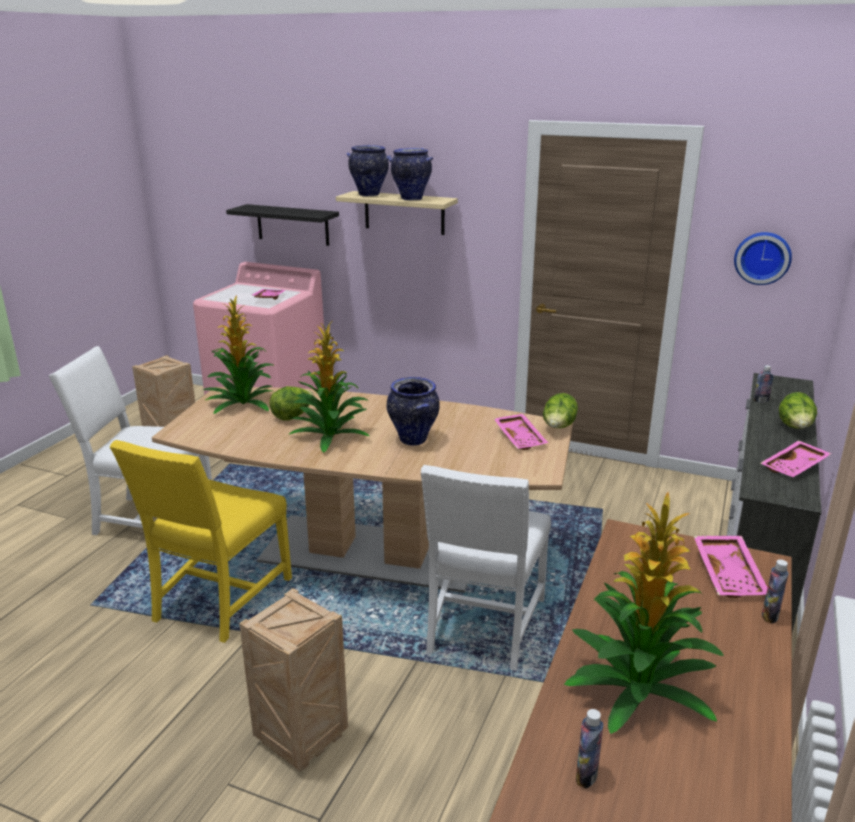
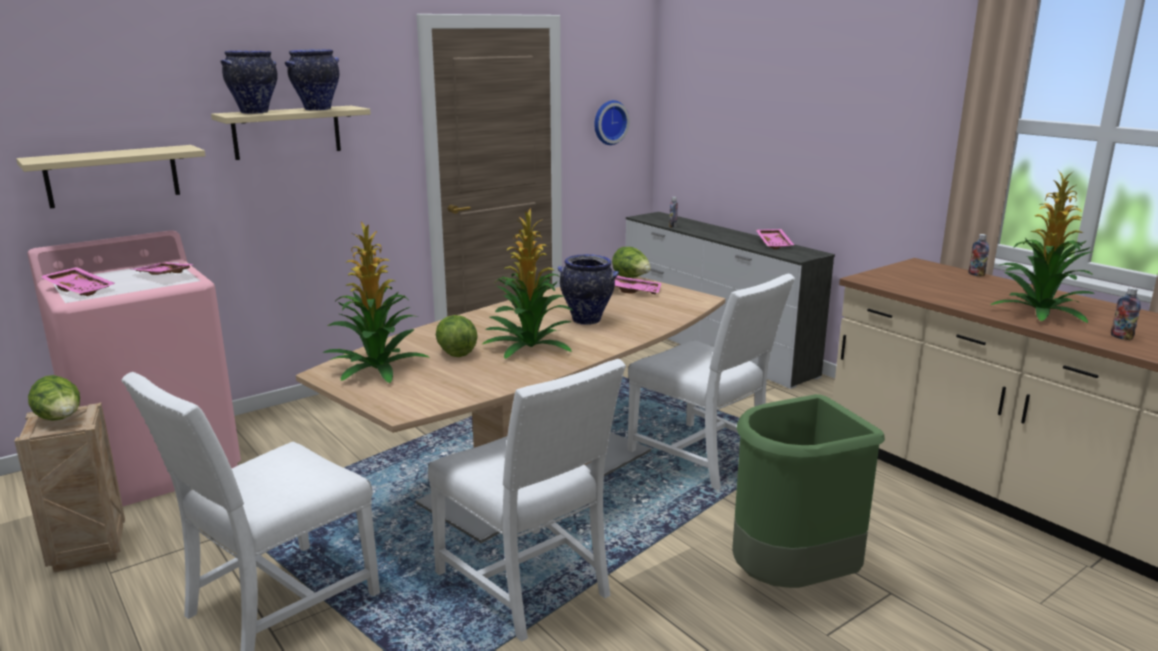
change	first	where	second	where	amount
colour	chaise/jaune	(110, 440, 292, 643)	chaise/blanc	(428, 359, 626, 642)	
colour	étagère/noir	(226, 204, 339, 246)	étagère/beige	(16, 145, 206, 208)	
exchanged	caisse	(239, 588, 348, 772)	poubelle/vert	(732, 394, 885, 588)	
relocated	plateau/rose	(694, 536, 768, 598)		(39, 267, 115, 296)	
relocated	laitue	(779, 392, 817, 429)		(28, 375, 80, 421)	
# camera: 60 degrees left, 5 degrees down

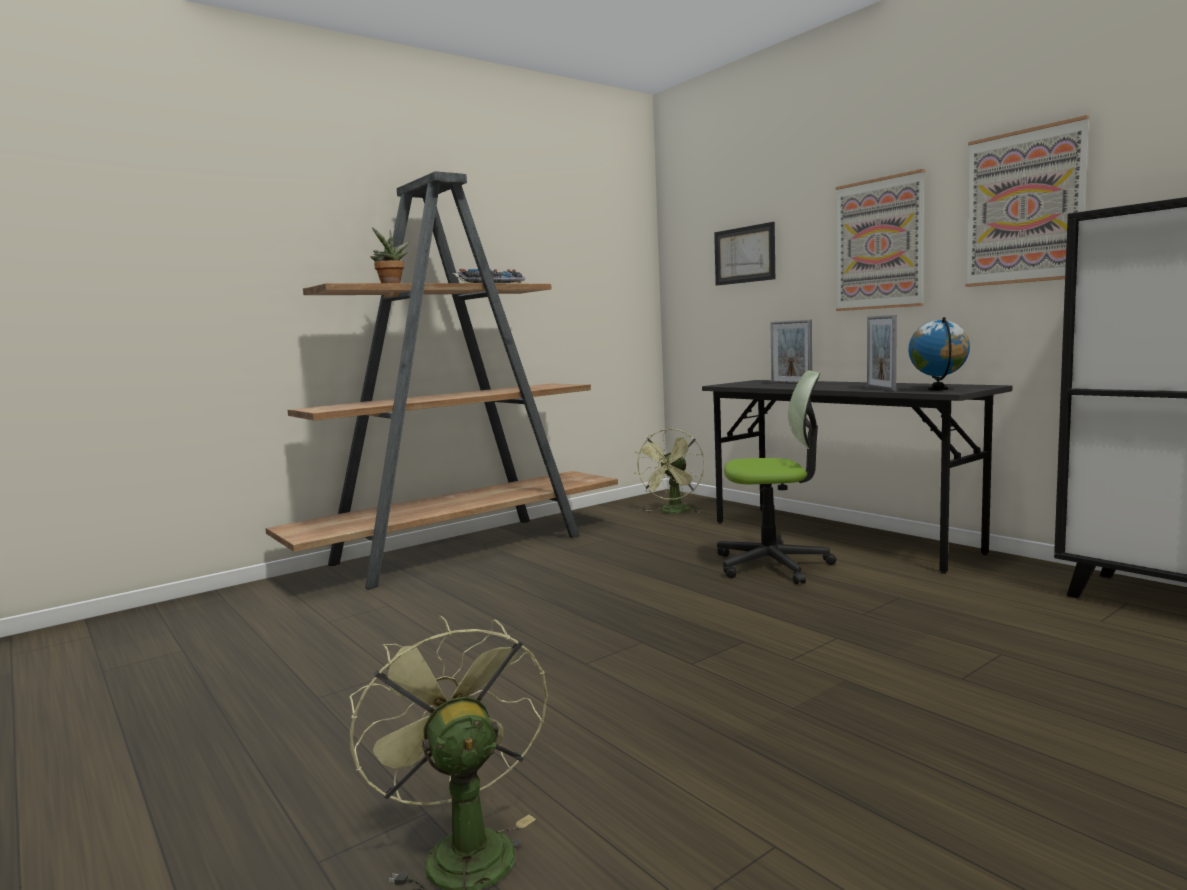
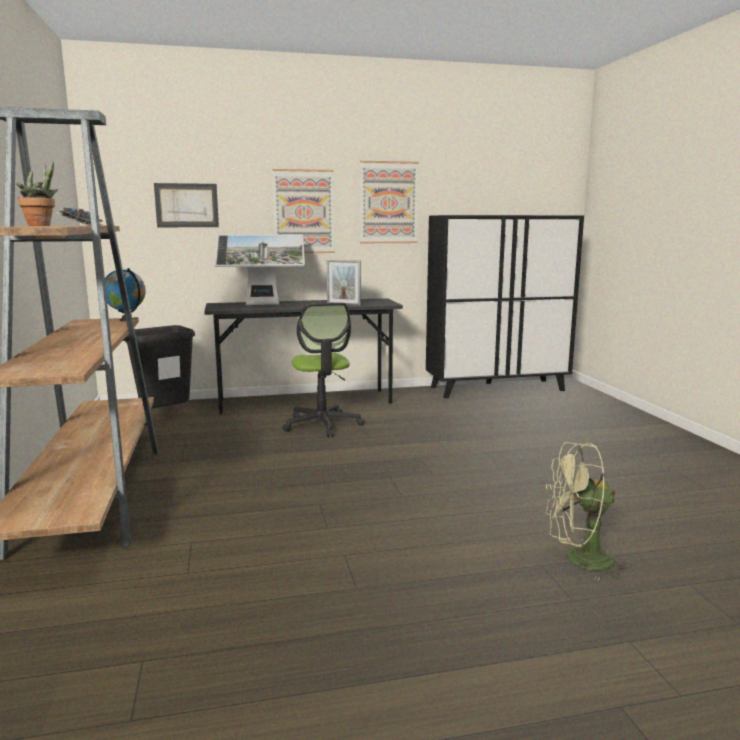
change	first	where	second	where	amount
exchanged	ventilateur/vert	(634, 428, 704, 513)	poubelle/noir	(125, 325, 195, 408)	
spun	chaise de bureau	(717, 370, 836, 584)		(283, 303, 364, 437)	135 degrees clockwise
exchanged	cadre photo	(770, 320, 812, 384)	écran d'ordinateur	(215, 234, 305, 305)	
relocated	globe	(908, 317, 970, 390)		(105, 268, 146, 321)	
# camera: 65 degrees left, 5 degrees up

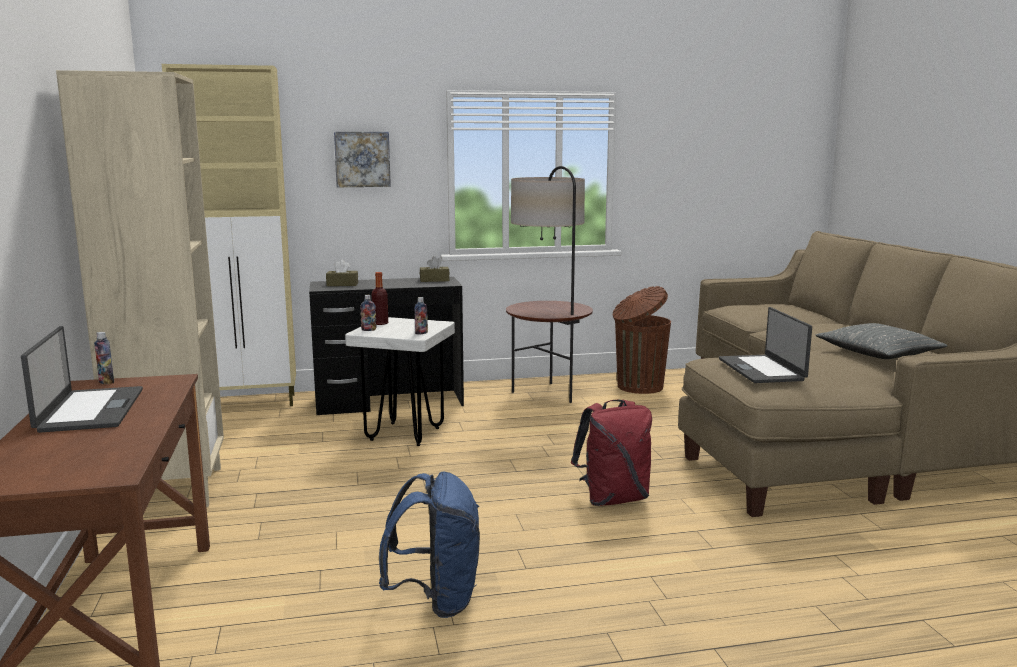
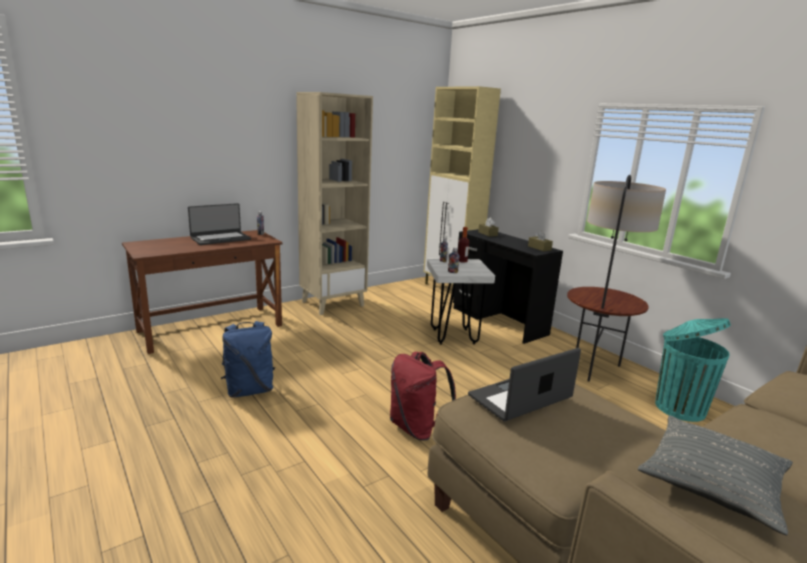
change	first	where	second	where	amount
missing	tableau	(334, 132, 391, 187)			
colour	poubelle/marron	(612, 286, 671, 394)	poubelle/turquoise	(655, 318, 731, 422)	
# camera: 65 degrees right, 5 degrees up

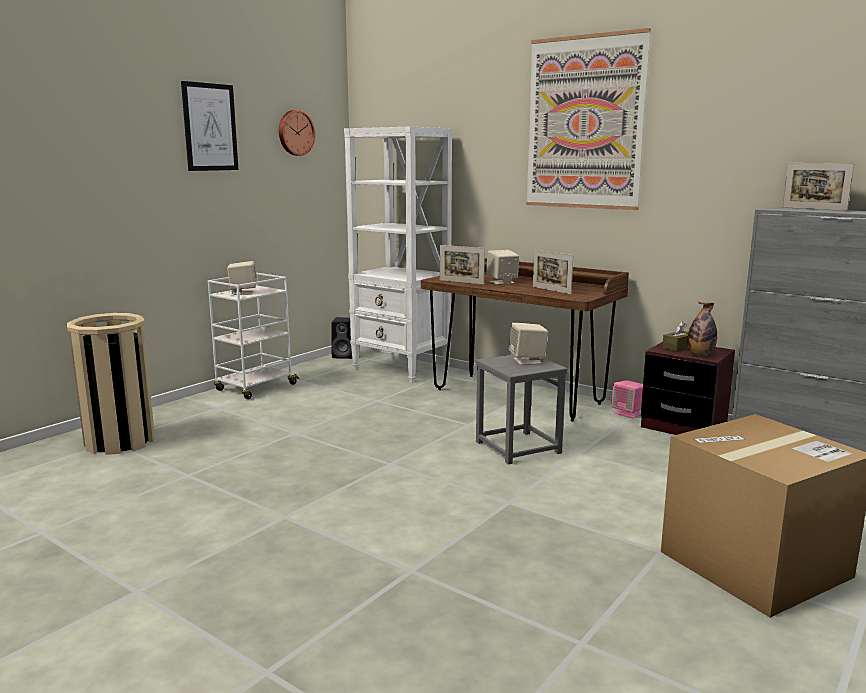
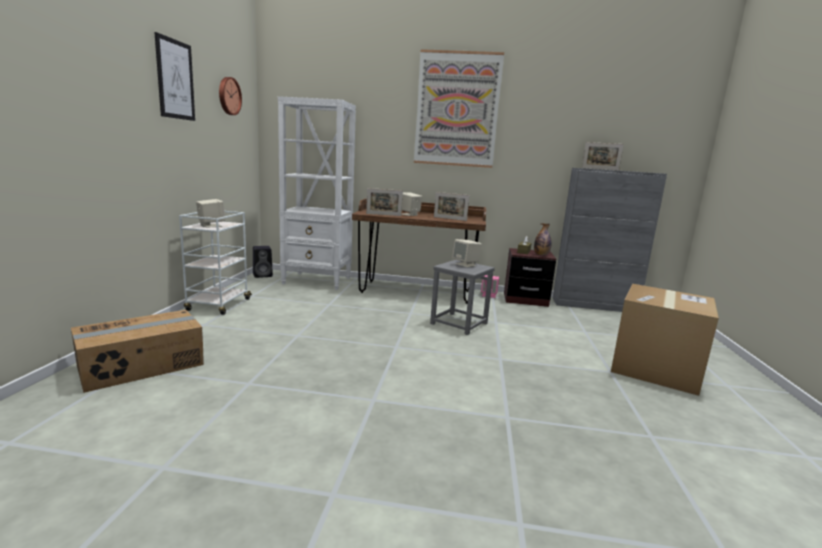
change	first	where	second	where	amount
exchanged	poubelle/beige	(67, 313, 155, 455)	carton	(71, 310, 204, 393)	
# camera: 30 degrees left, 0 degrees up

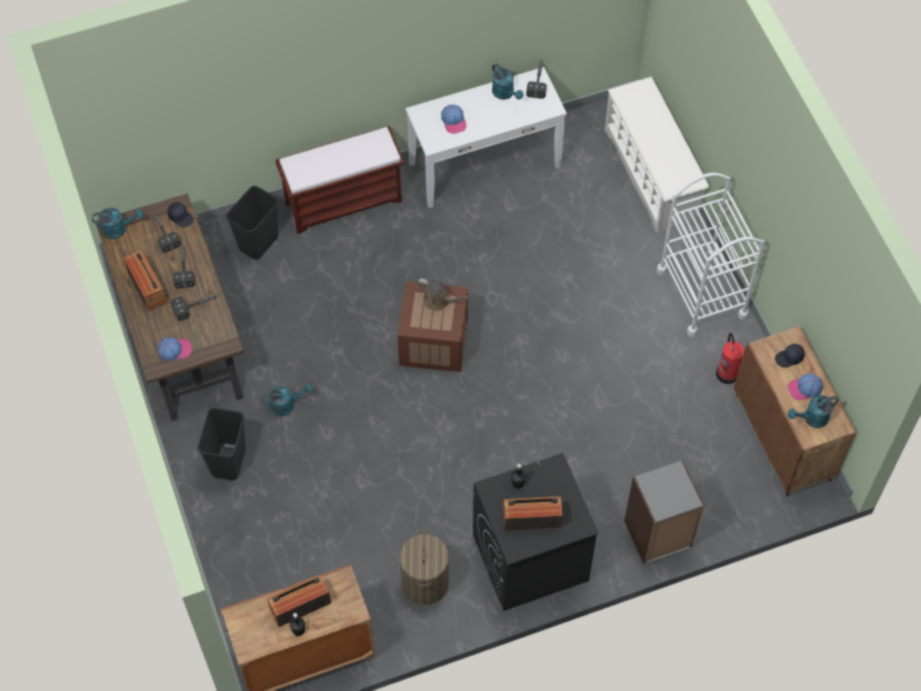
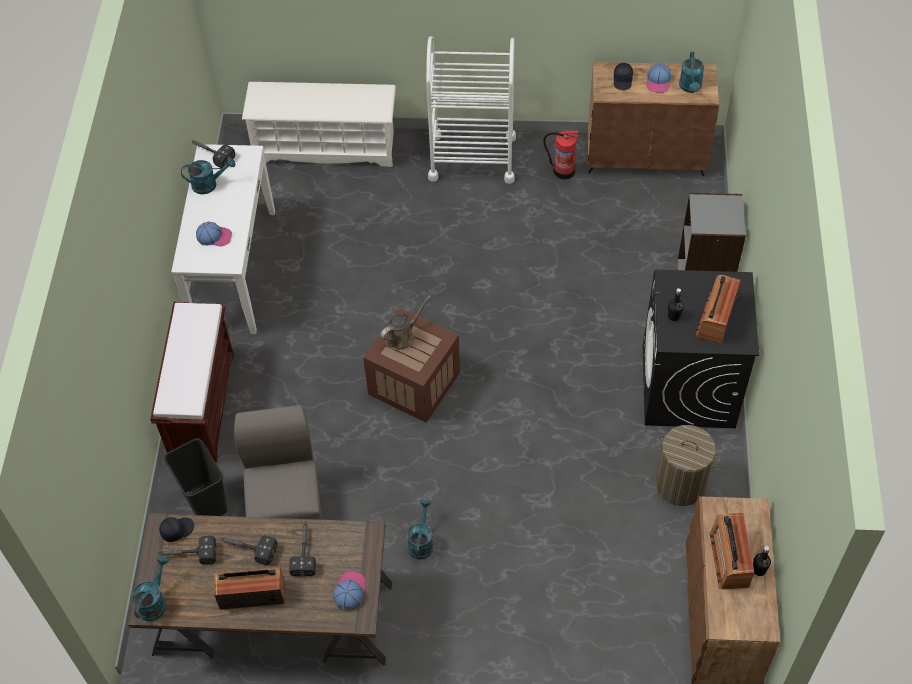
change	first	where	second	where	amount
missing	poubelle/noir	(197, 407, 246, 480)			
appeared			chaise/gris	(234, 405, 321, 520)	
# camera: 65 degrees left, 5 degrees down

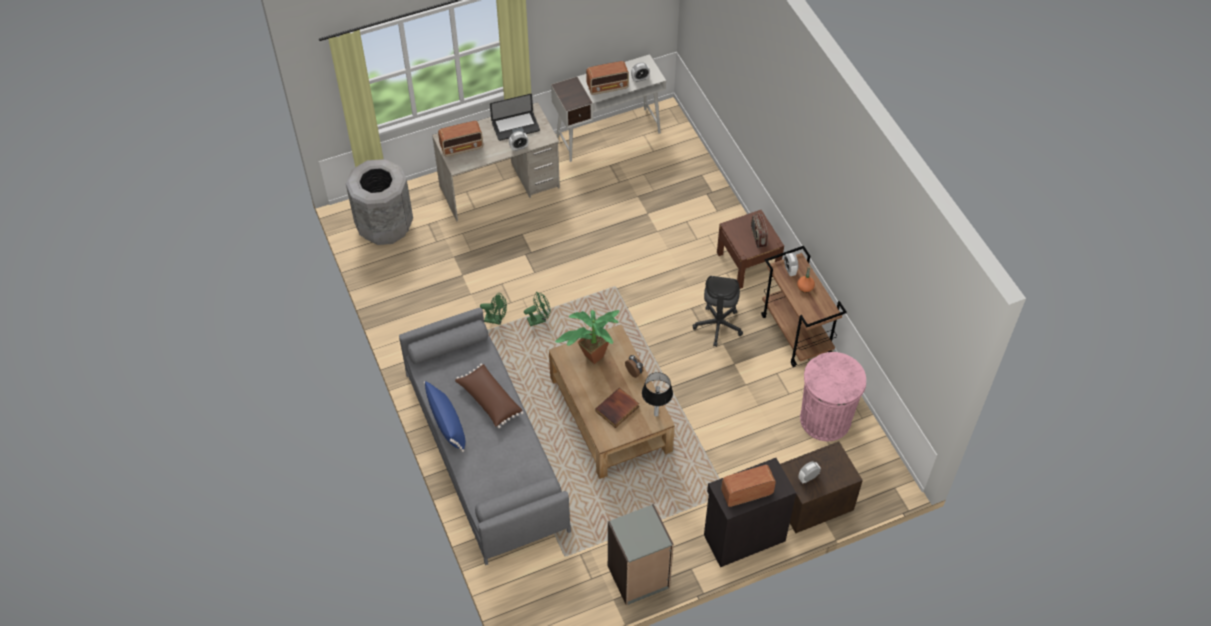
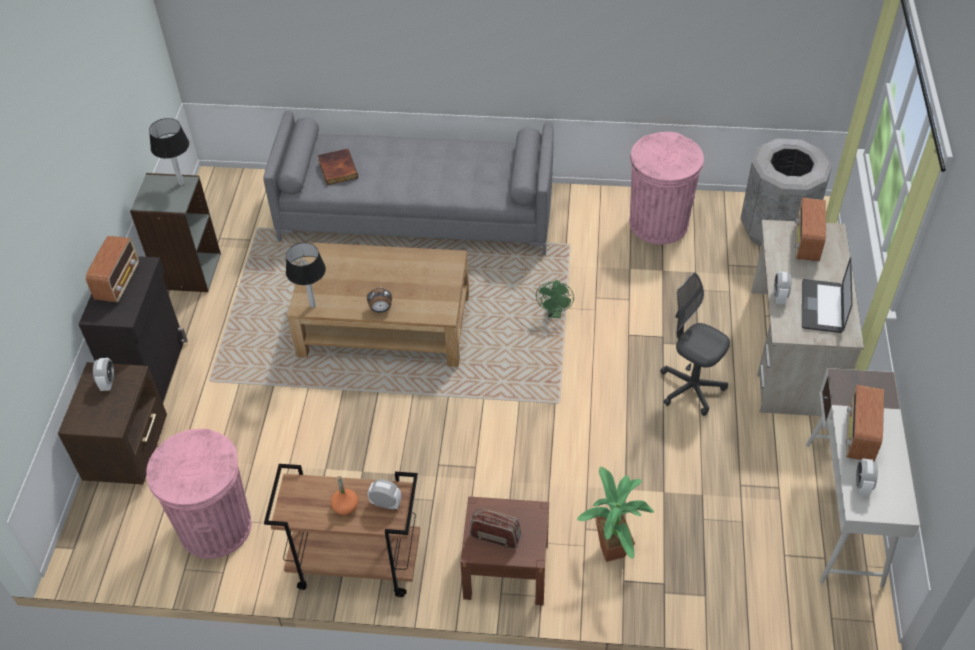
change	first	where	second	where	amount
missing	coussin/bleu	(424, 381, 465, 452)			
missing	coussin/marron	(455, 364, 523, 428)			
missing	ventilateur/vert	(480, 293, 507, 325)			
relocated	plante en pot	(555, 310, 619, 364)		(577, 467, 654, 562)	
relocated	livre	(596, 388, 639, 428)		(318, 149, 358, 185)	
relocated	chaise de bureau/gris	(693, 276, 743, 347)		(660, 272, 730, 416)	
appeared			lampe de table	(149, 118, 189, 185)	
appeared			poubelle/rose	(629, 132, 704, 245)	
# camera: 120 degrees right, 5 degrees down

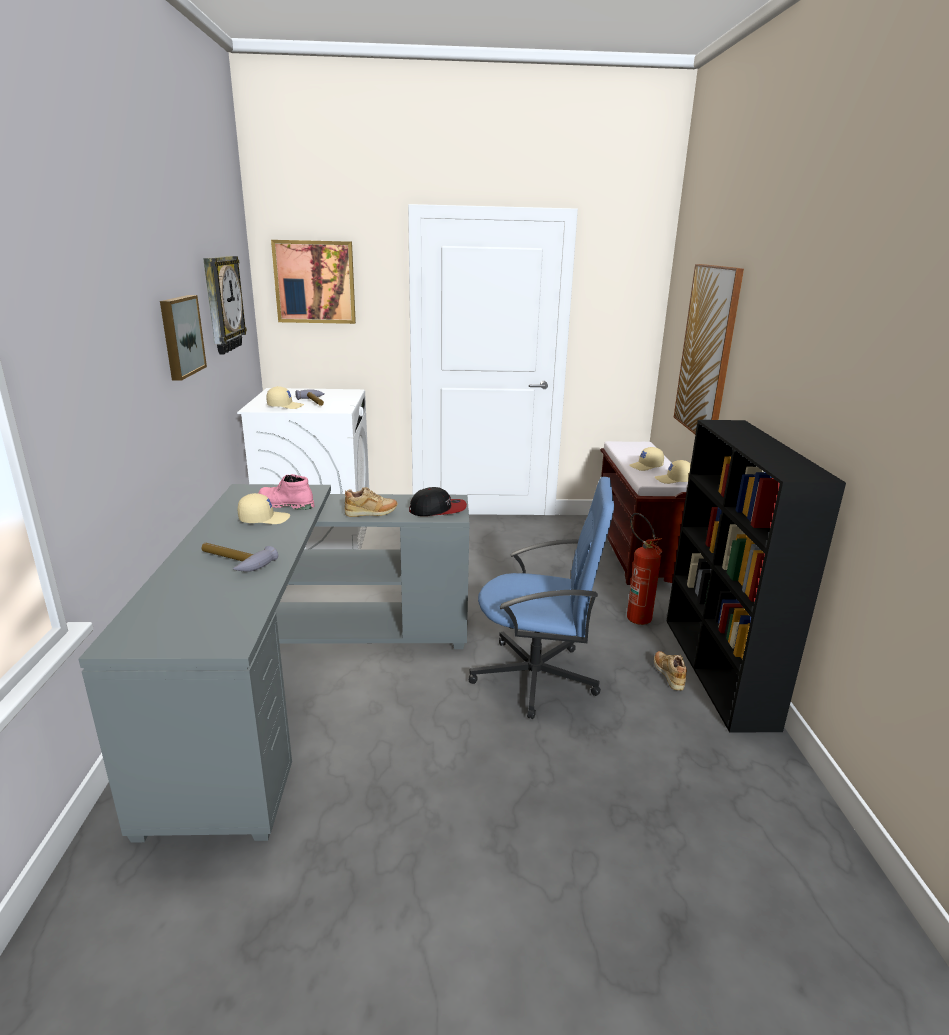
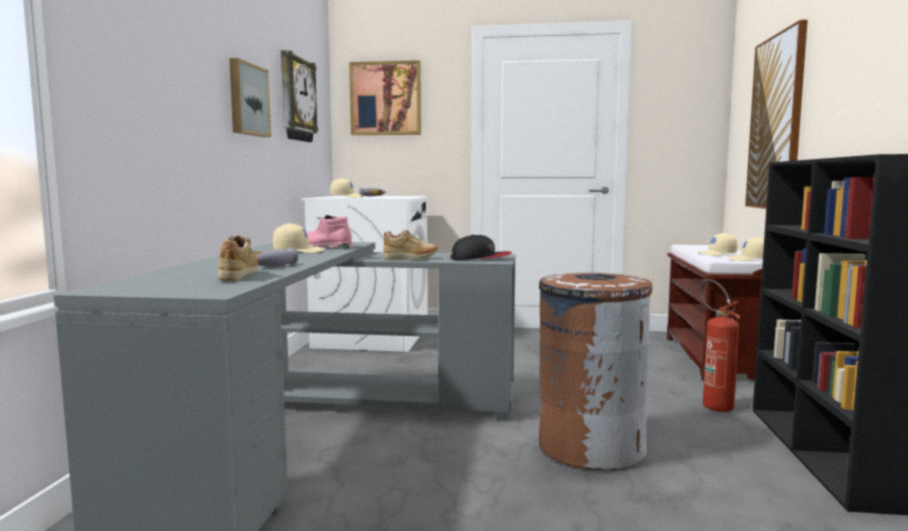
change	first	where	second	where	amount
exchanged	chaise de bureau/bleu	(469, 477, 614, 719)	poubelle/marron	(539, 273, 653, 470)	
relocated	chaussure/beige	(654, 651, 687, 690)		(218, 235, 258, 281)	
# camera: 10 degrees right, 15 degrees down

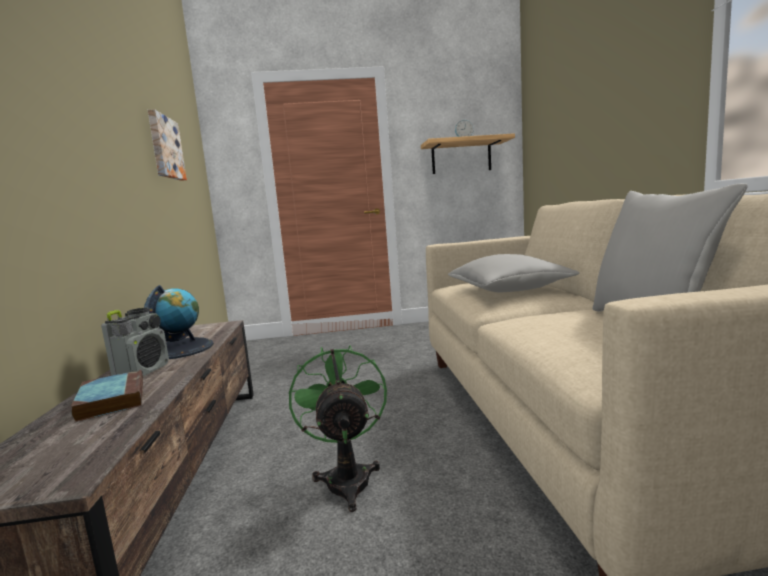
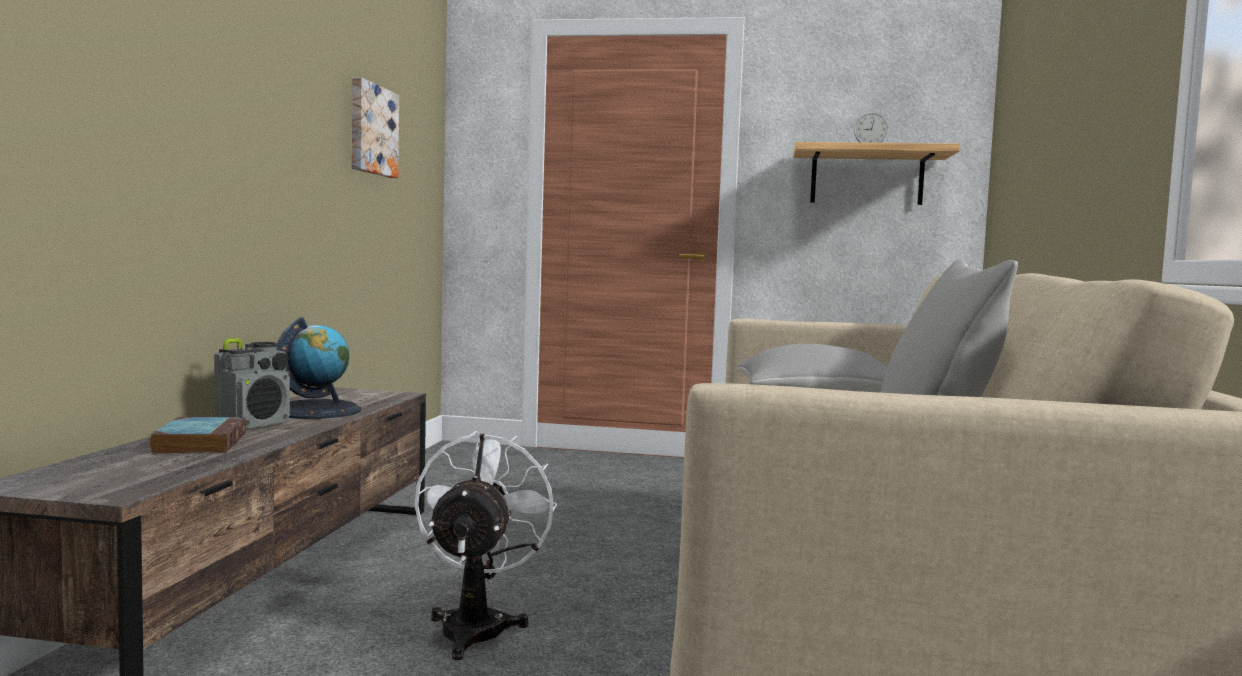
change	first	where	second	where	amount
colour	ventilateur/vert	(289, 345, 387, 512)	ventilateur/blanc	(414, 431, 557, 660)	
# camera: 15 degrees right, 5 degrees down

